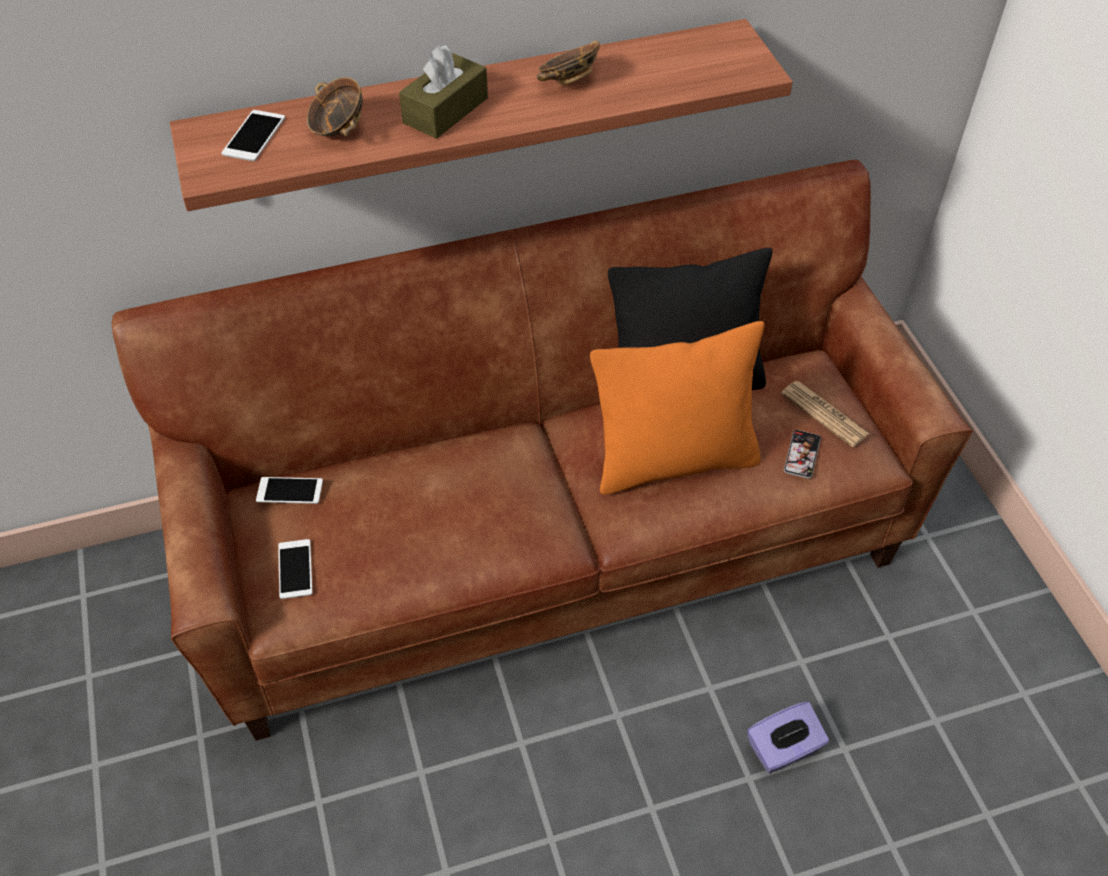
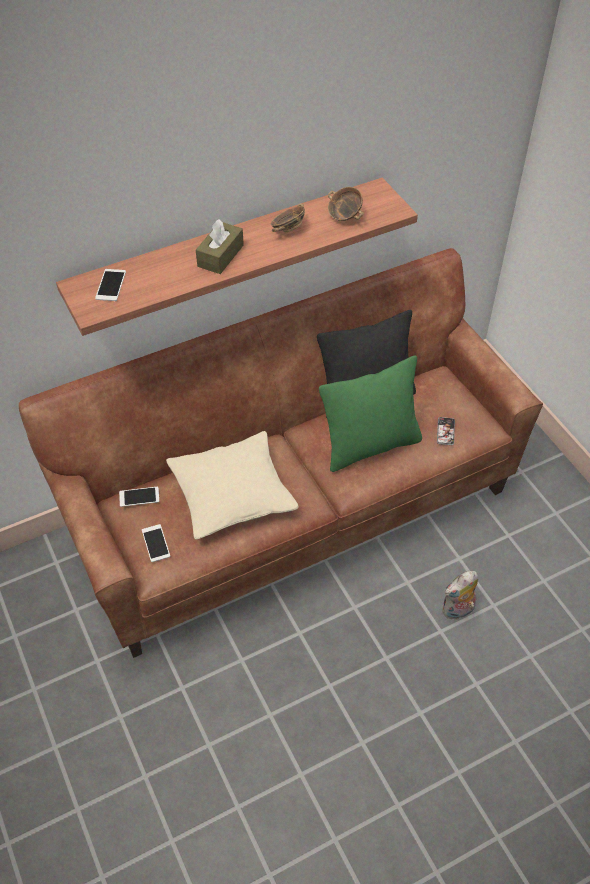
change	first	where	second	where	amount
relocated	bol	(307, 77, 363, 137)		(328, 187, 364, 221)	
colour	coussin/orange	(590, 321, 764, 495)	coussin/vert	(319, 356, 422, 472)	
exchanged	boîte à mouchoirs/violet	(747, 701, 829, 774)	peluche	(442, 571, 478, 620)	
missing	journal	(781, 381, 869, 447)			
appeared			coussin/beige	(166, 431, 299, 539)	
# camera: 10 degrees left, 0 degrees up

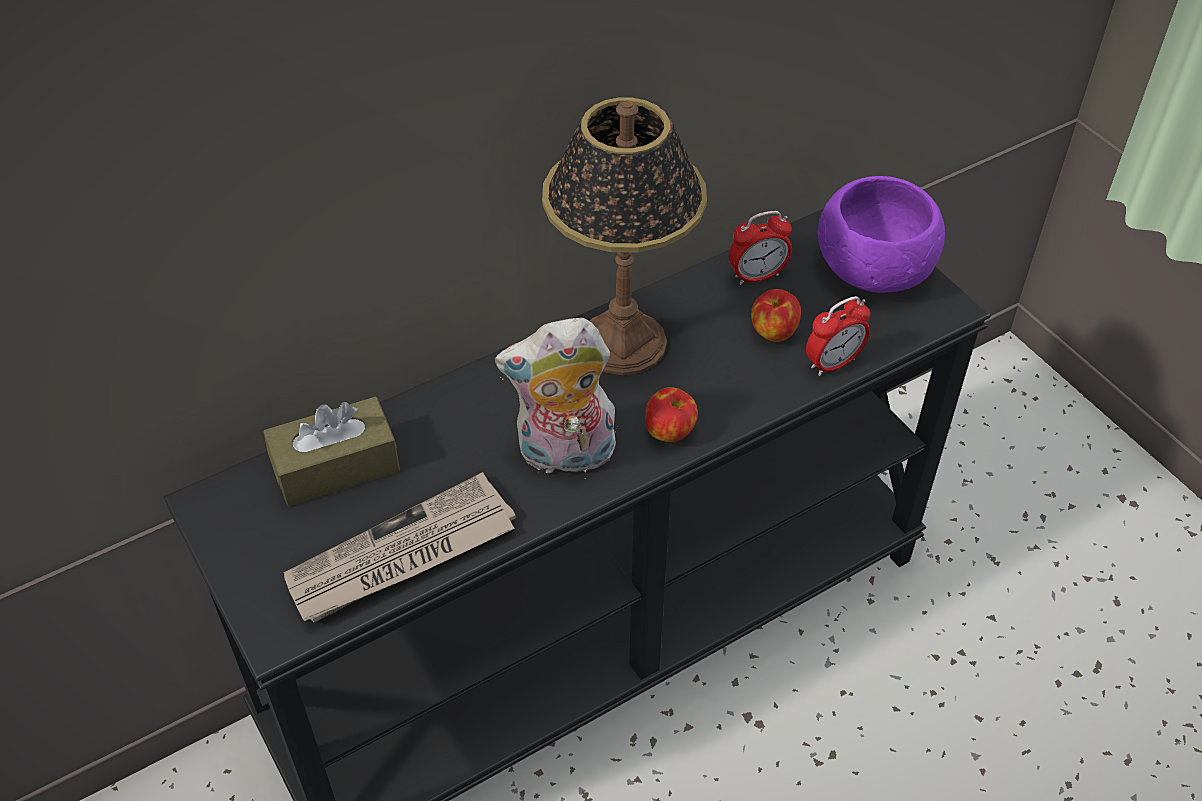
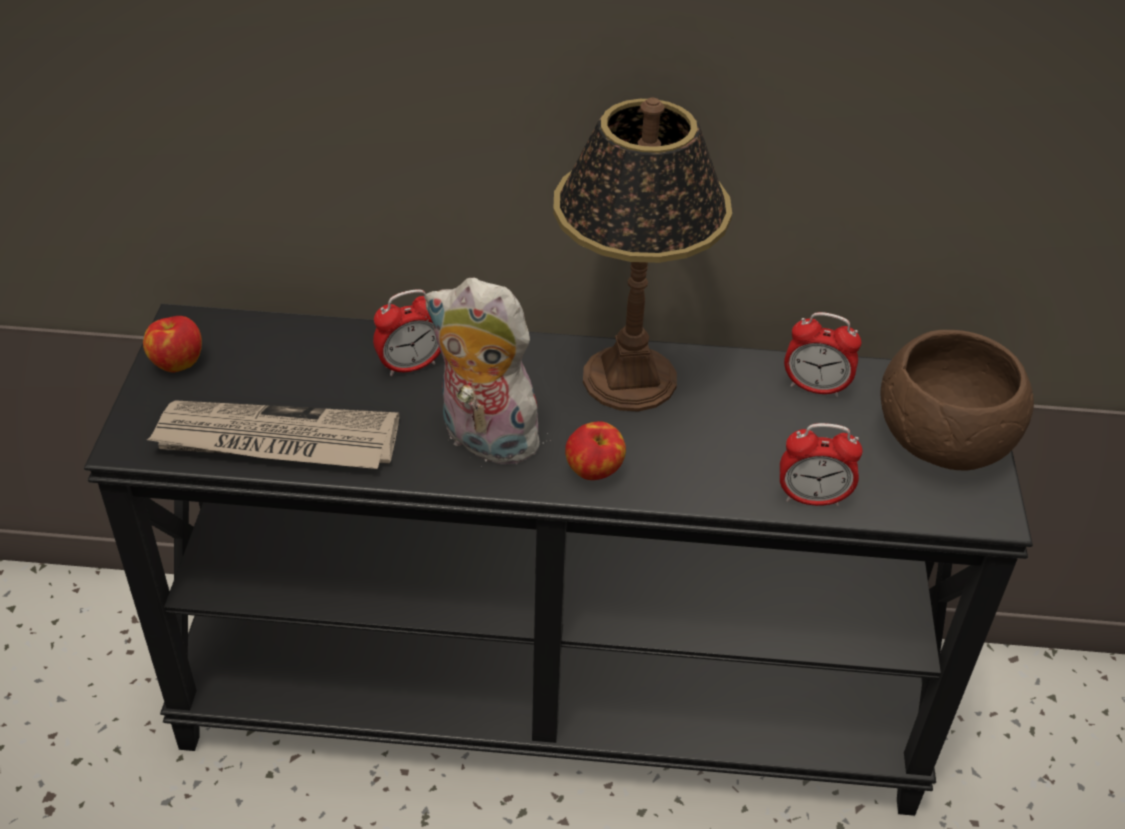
change	first	where	second	where	amount
missing	boîte à mouchoirs/marron	(263, 397, 400, 506)			
relocated	pomme	(751, 289, 801, 342)		(143, 316, 202, 372)	
colour	bol/violet	(818, 176, 945, 293)	bol/marron	(880, 330, 1034, 471)	
appeared			réveil	(373, 289, 441, 376)	
# camera: 35 degrees right, 5 degrees down

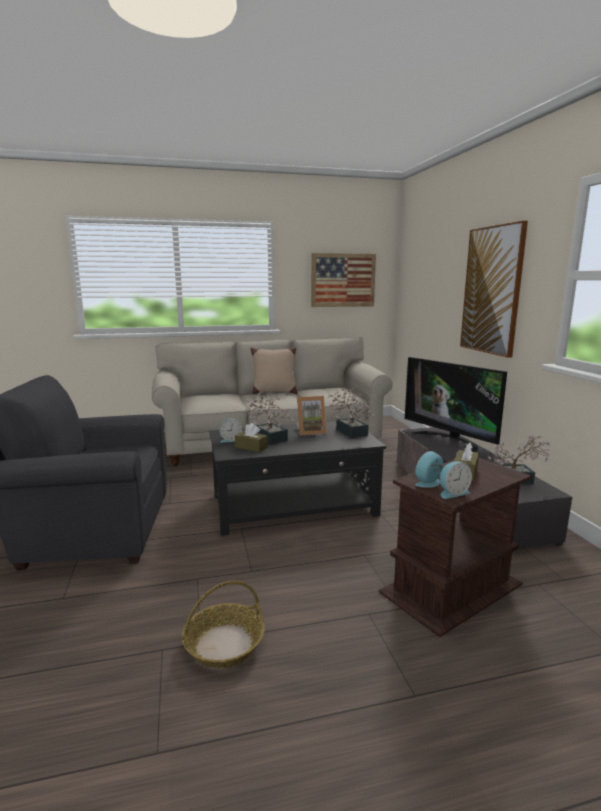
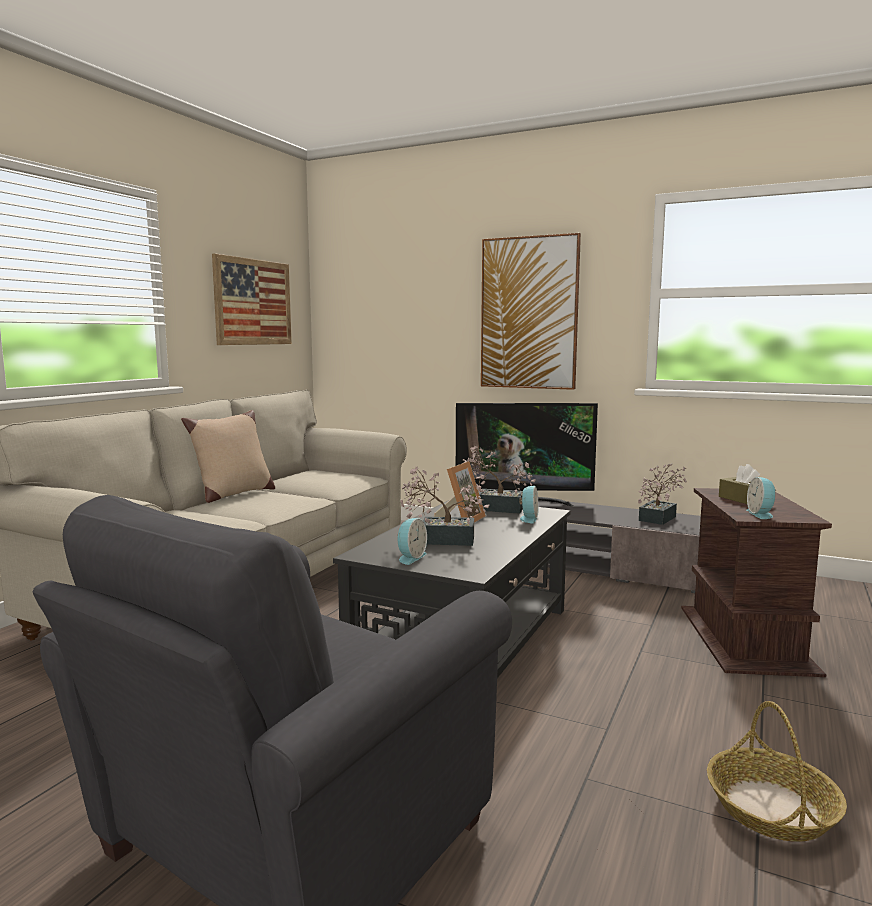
change	first	where	second	where	amount
missing	boîte à mouchoirs/marron	(235, 423, 268, 452)			
relocated	réveil	(440, 461, 472, 499)		(519, 486, 539, 524)	
# camera: 50 degrees left, 5 degrees down

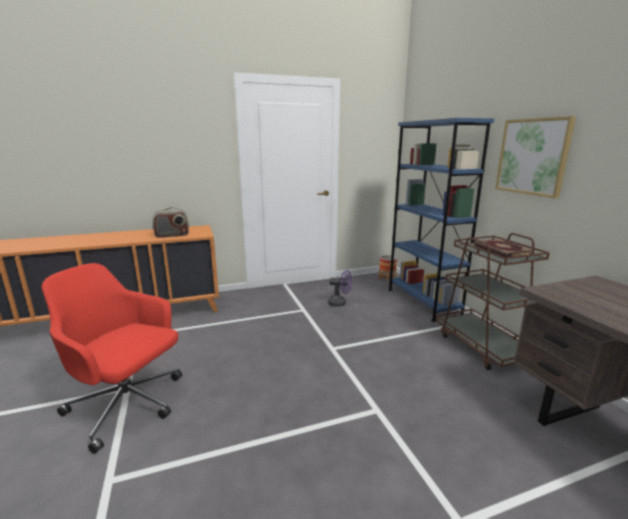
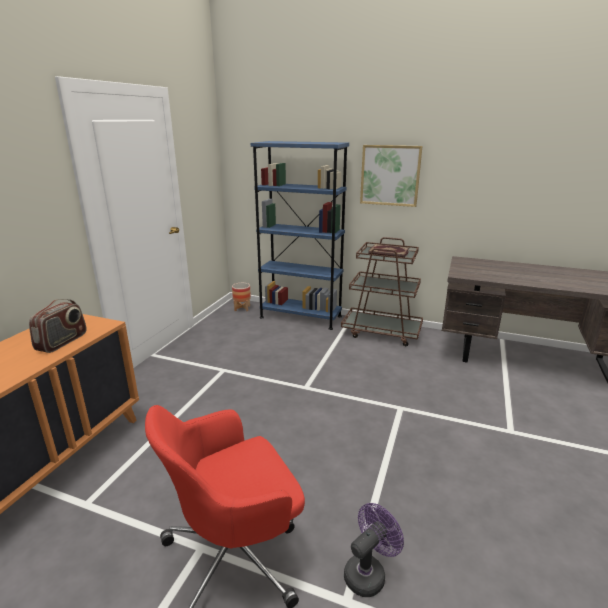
change	first	where	second	where	amount
relocated	ventilateur/violet	(328, 270, 352, 307)		(344, 503, 404, 597)	
# camera: 50 degrees left, 5 degrees up

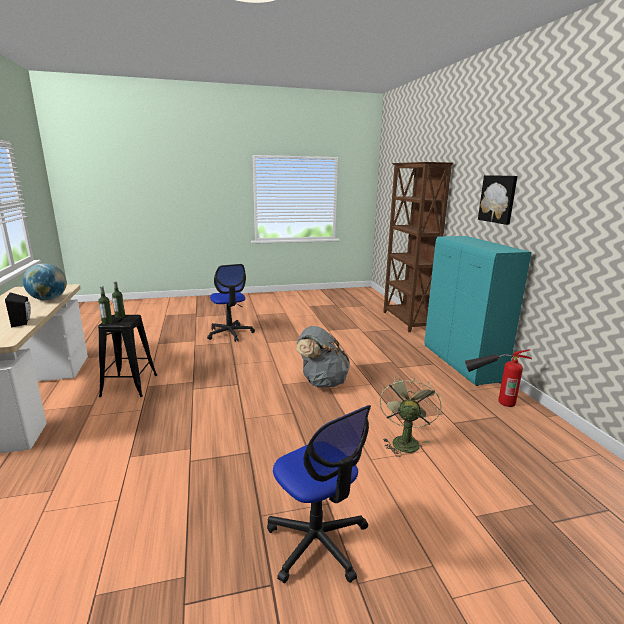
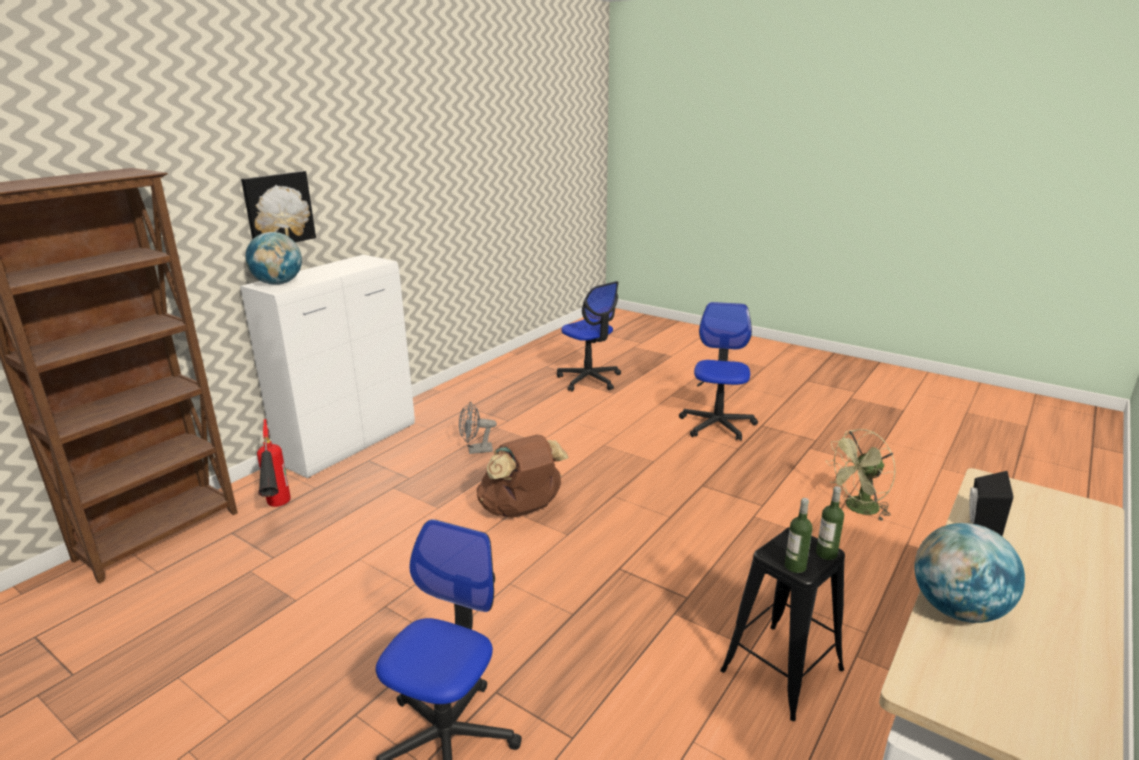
change	first	where	second	where	amount
colour	sac à dos/gris	(297, 326, 350, 387)	sac à dos/marron	(477, 435, 569, 518)	
relocated	ventilateur/vert	(380, 375, 441, 457)		(826, 429, 895, 521)	
colour	meuble de rangement/turquoise	(424, 236, 532, 386)	meuble de rangement/blanc	(240, 255, 415, 478)	
relocated	extincteur	(465, 349, 532, 407)		(257, 419, 291, 507)	
appeared			globe	(245, 232, 302, 285)	
appeared			ventilateur/gris	(459, 402, 497, 454)	
appeared			chaise de bureau	(557, 281, 621, 392)	
# camera: 130 degrees left, 5 degrees up

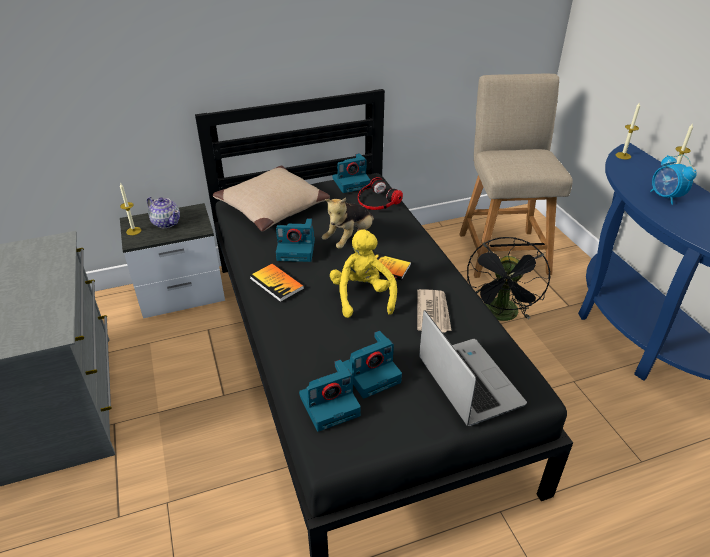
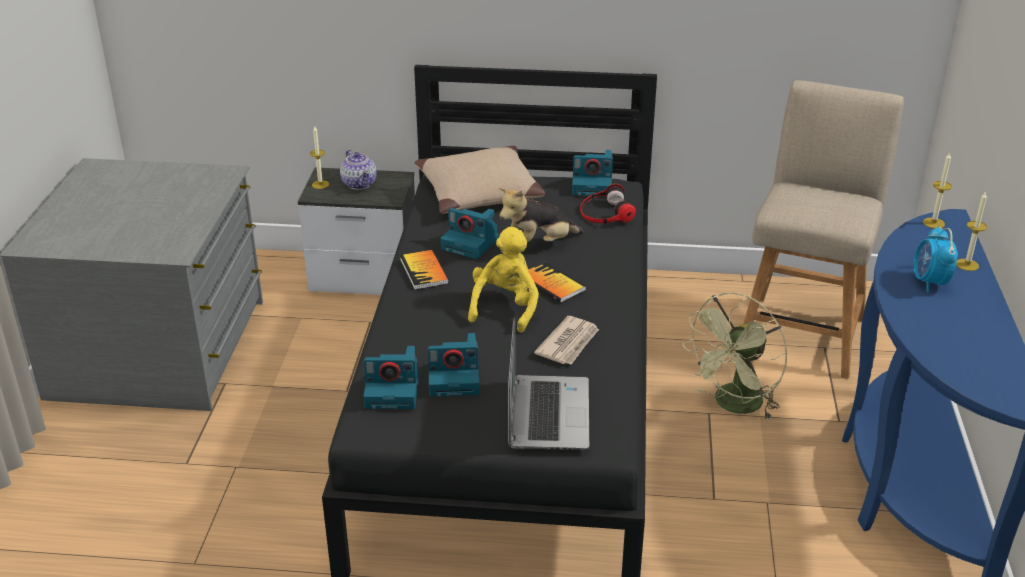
change	first	where	second	where	amount
colour	ventilateur/noir	(467, 237, 550, 321)	ventilateur/vert	(682, 292, 787, 420)	
# camera: 25 degrees right, 5 degrees down

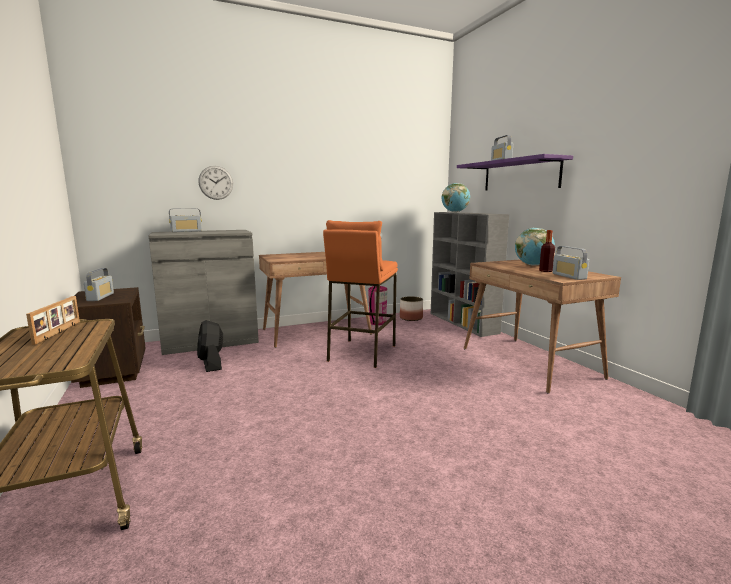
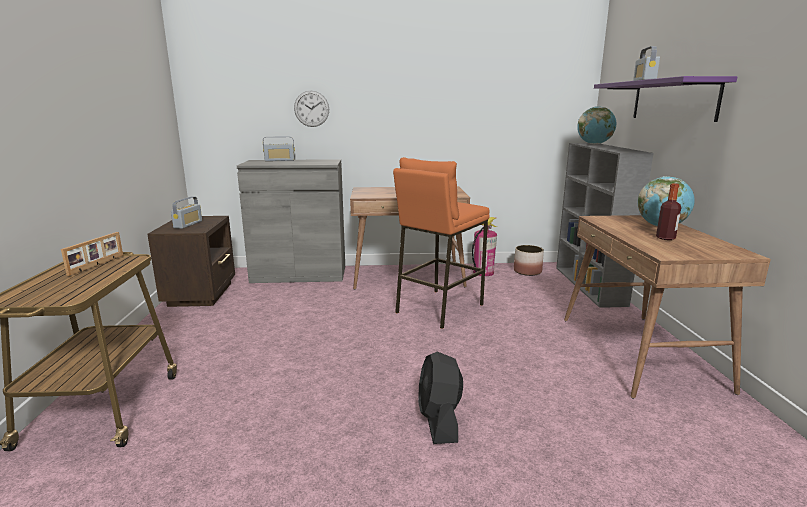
change	first	where	second	where	amount
relocated	ventilateur/noir	(197, 320, 223, 372)		(418, 352, 463, 444)	
missing	radio	(552, 246, 589, 280)			
# camera: 20 degrees right, 5 degrees up

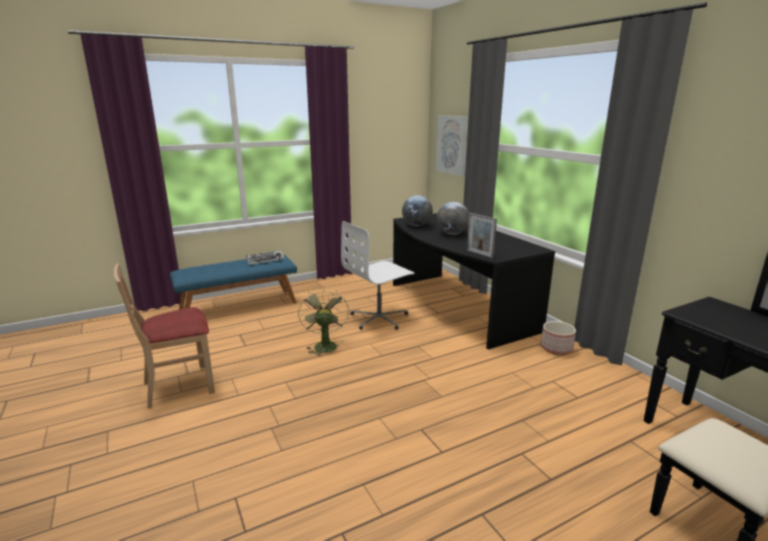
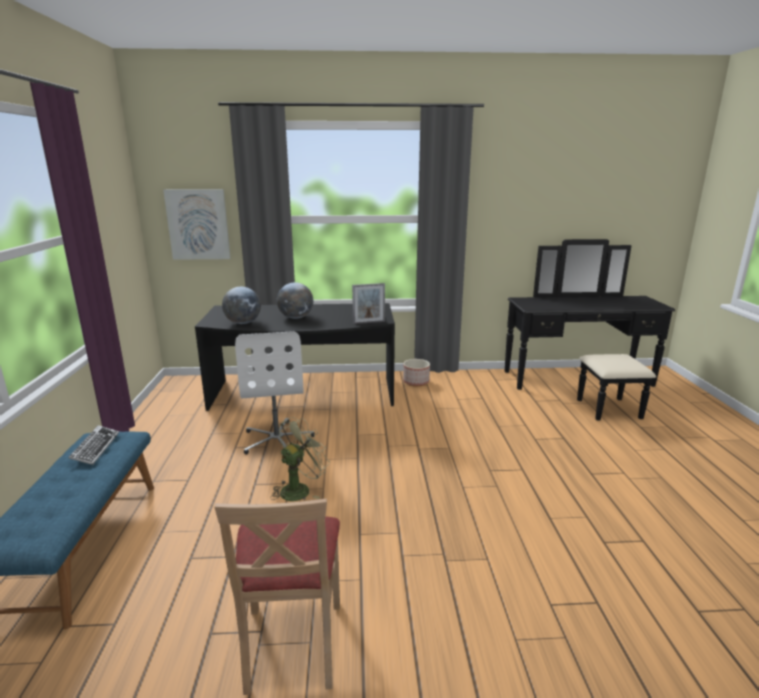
change	first	where	second	where	amount
spun	ventilateur/vert	(298, 288, 349, 357)		(270, 417, 330, 501)	120 degrees clockwise
# camera: 65 degrees left, 0 degrees up

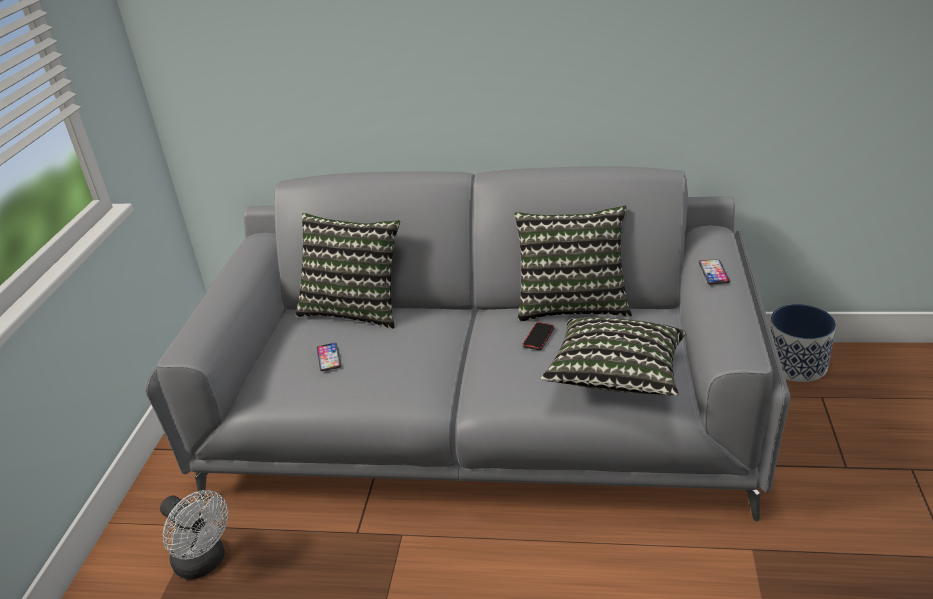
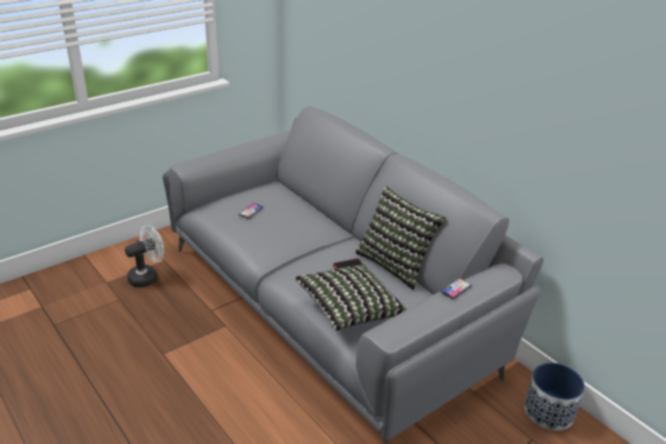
change	first	where	second	where	amount
spun	ventilateur/blanc	(160, 490, 228, 580)		(125, 225, 164, 287)	120 degrees counterclockwise
missing	coussin	(295, 213, 400, 329)			
# camera: 40 degrees right, 0 degrees up

